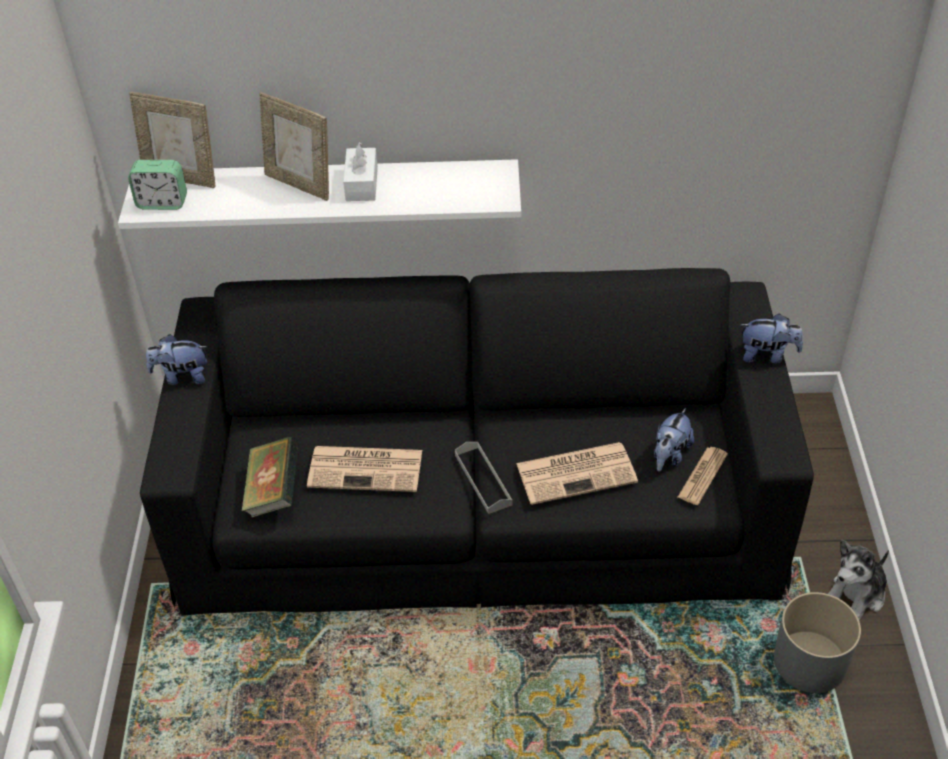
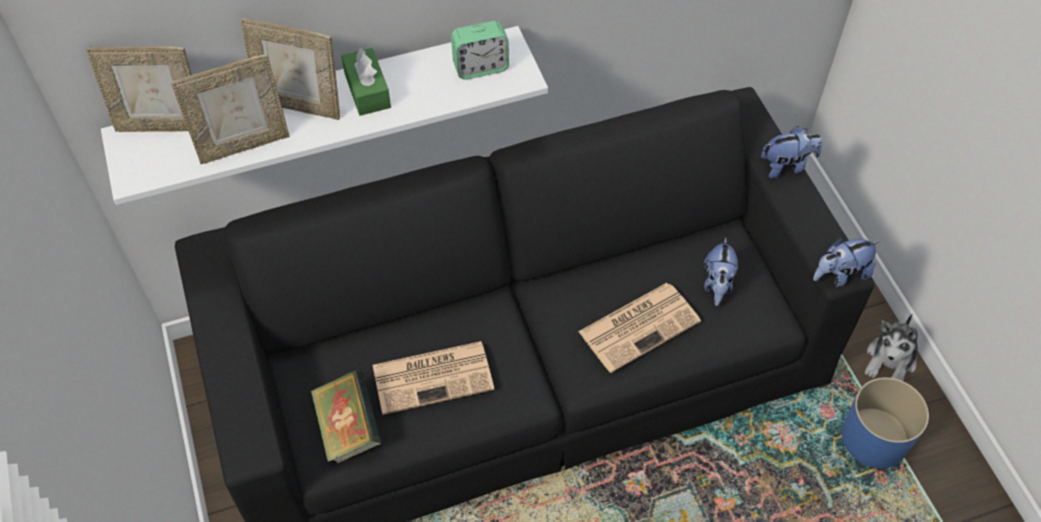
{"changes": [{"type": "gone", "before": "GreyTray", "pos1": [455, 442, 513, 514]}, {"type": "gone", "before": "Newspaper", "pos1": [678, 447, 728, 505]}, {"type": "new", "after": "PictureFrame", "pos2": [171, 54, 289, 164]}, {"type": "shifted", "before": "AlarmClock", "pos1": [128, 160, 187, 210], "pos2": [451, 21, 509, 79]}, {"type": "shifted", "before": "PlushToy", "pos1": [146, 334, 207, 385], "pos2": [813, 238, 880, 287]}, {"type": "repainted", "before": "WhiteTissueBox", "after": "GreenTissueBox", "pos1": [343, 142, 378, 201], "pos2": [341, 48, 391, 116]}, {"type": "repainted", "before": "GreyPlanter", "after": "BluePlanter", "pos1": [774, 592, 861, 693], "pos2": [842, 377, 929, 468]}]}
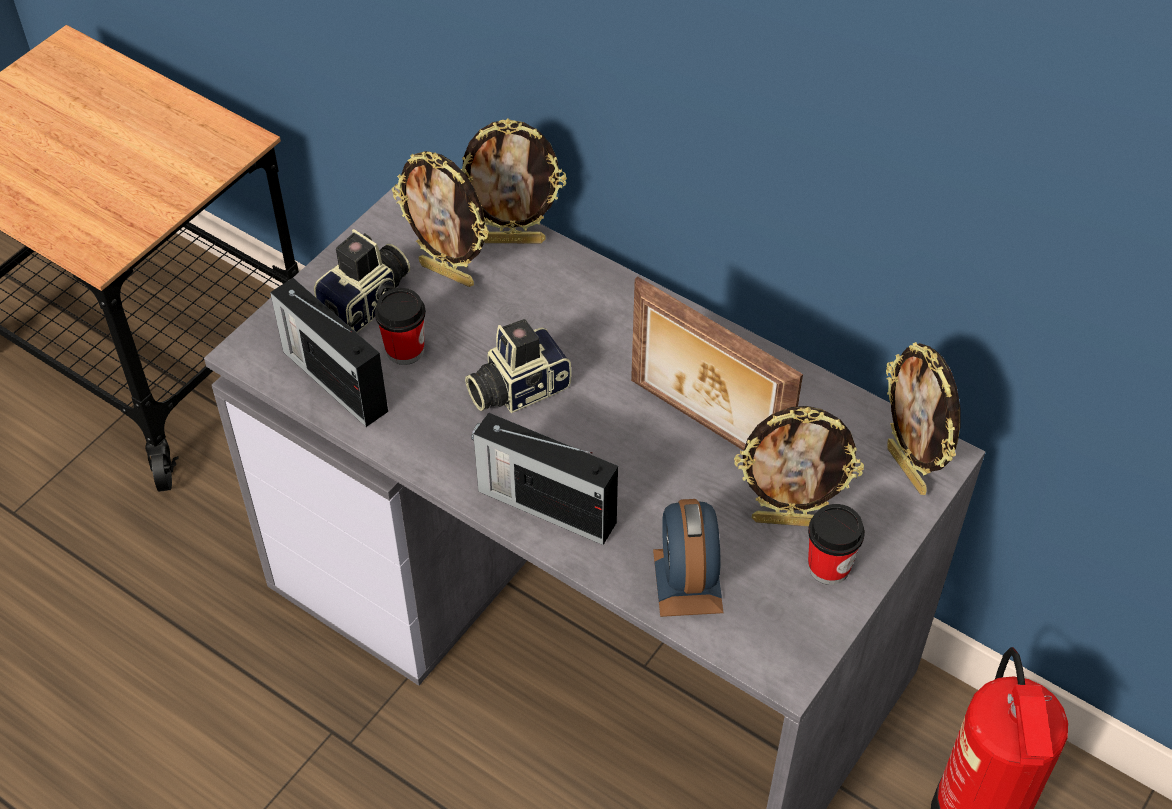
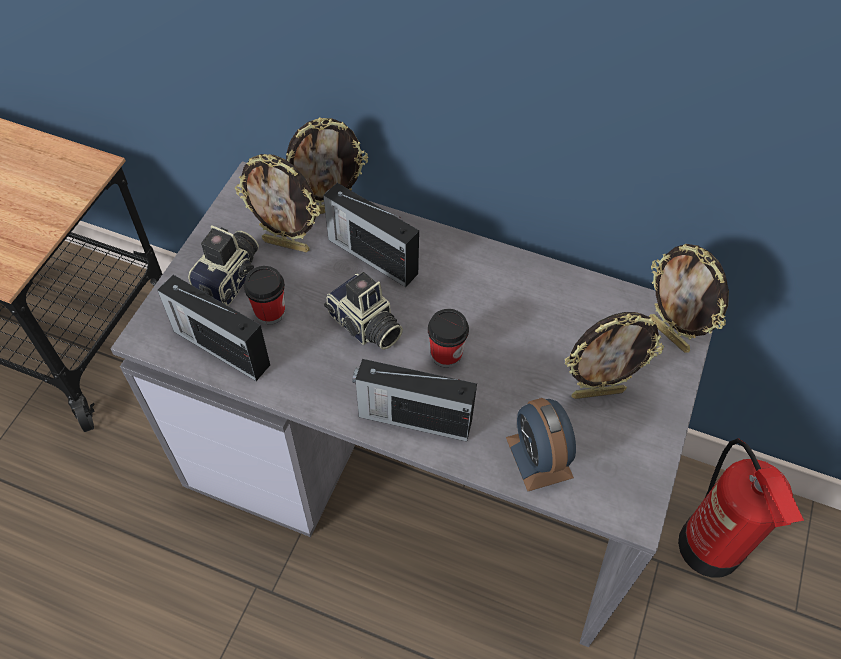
{"changes": [{"type": "gone", "before": "PictureFrame", "pos1": [631, 276, 803, 451]}, {"type": "new", "after": "Radio", "pos2": [323, 183, 419, 287]}, {"type": "shifted", "before": "Cup", "pos1": [808, 504, 865, 585], "pos2": [428, 309, 469, 368]}, {"type": "rotated", "before": "PhotoCamera", "pos1": [465, 319, 572, 413], "pos2": [324, 272, 403, 350], "turn": -90}]}
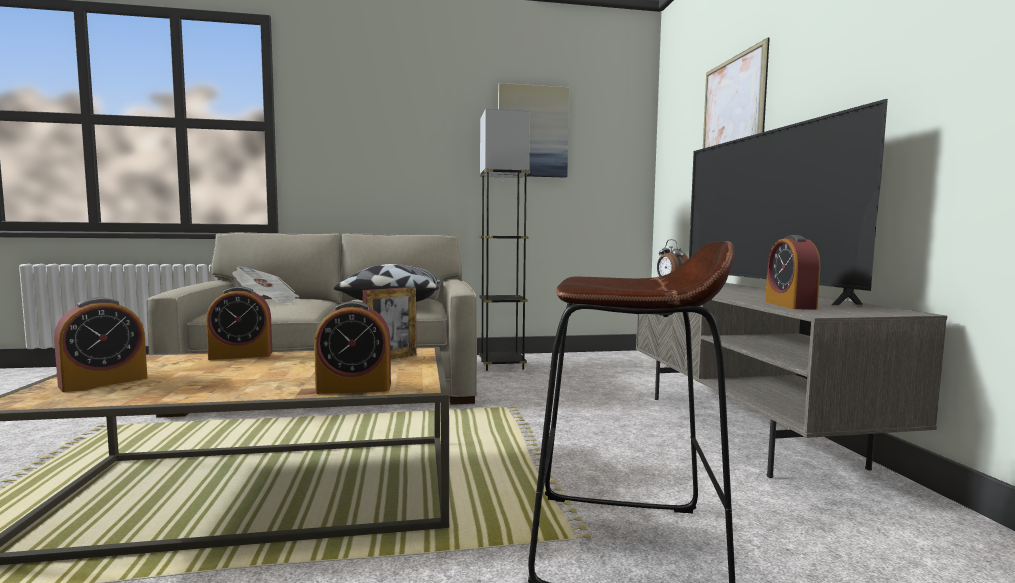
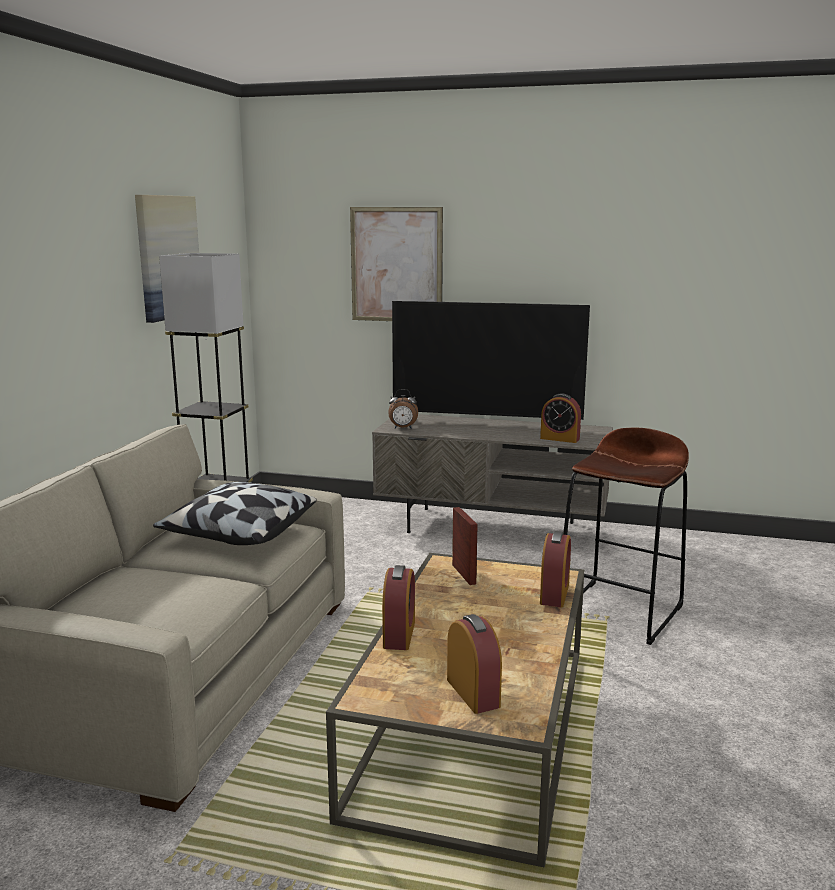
{"changes": [{"type": "gone", "before": "Newspaper", "pos1": [232, 267, 299, 304]}]}
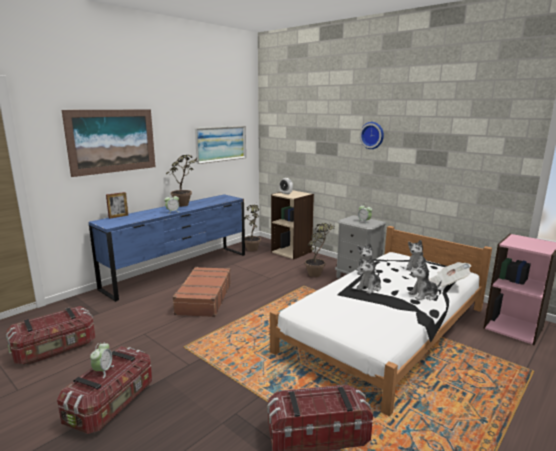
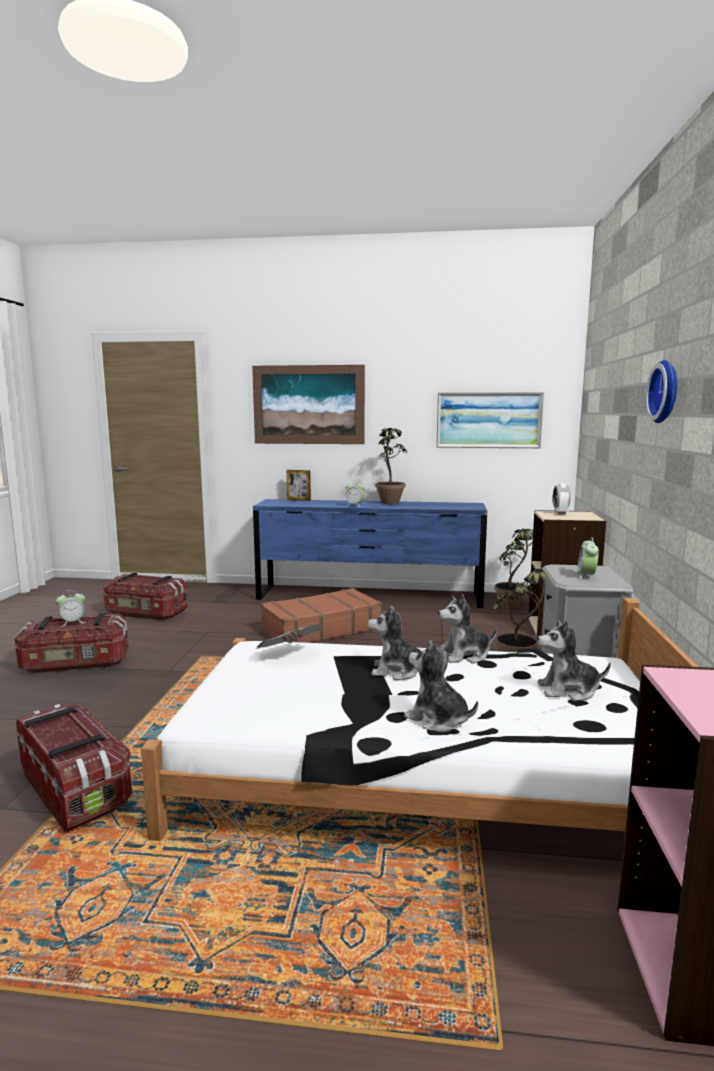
{"changes": [{"type": "shifted", "before": "Newspaper", "pos1": [429, 262, 471, 287], "pos2": [255, 624, 322, 649]}]}
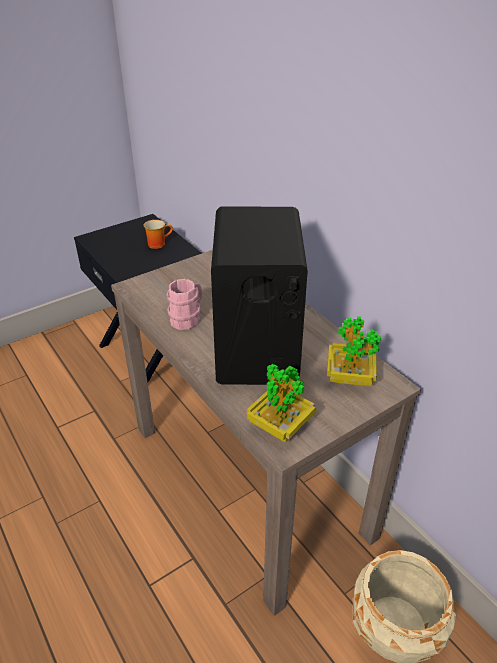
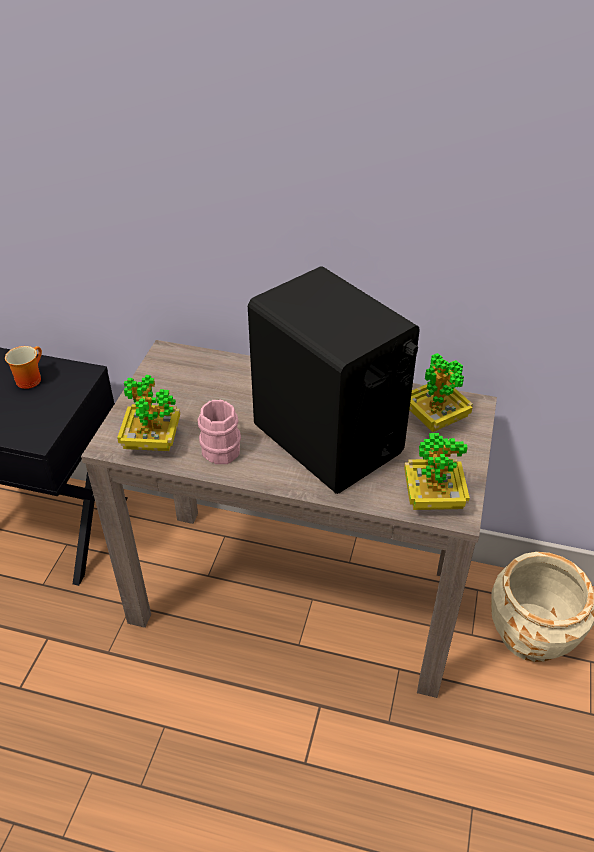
{"changes": [{"type": "new", "after": "PottedPlant", "pos2": [117, 375, 180, 451]}]}
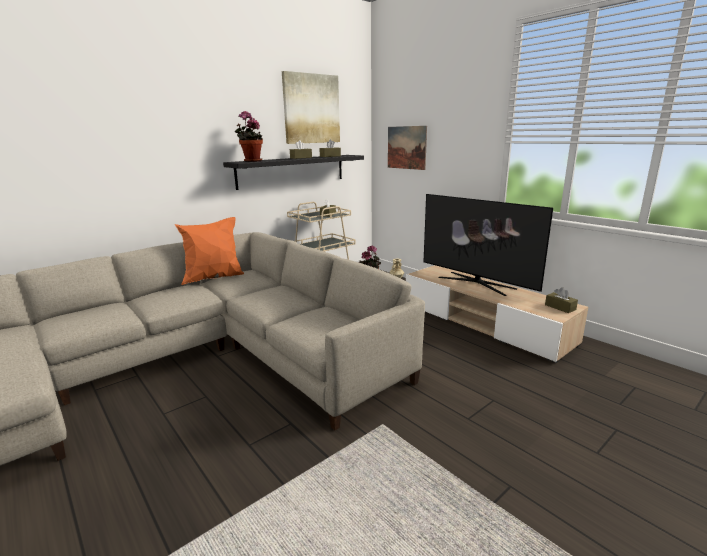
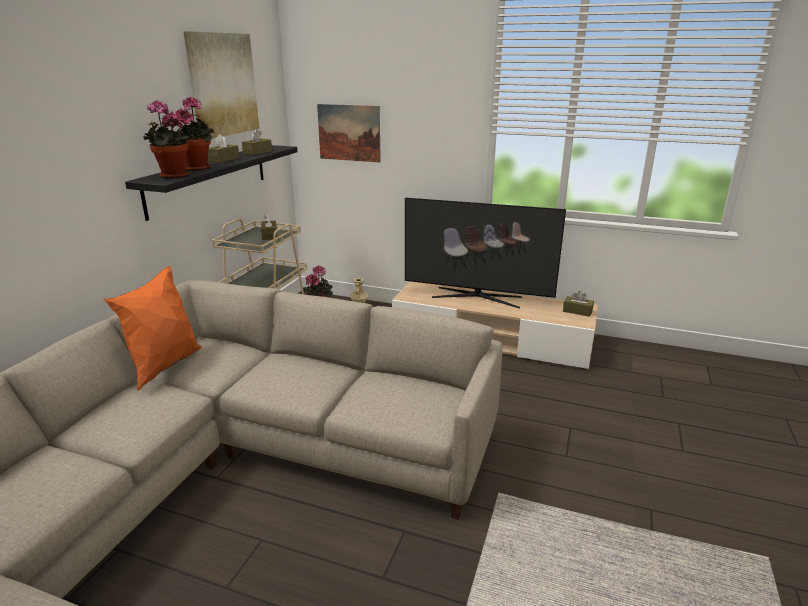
{"changes": [{"type": "new", "after": "PottedPlant", "pos2": [173, 97, 214, 171]}]}
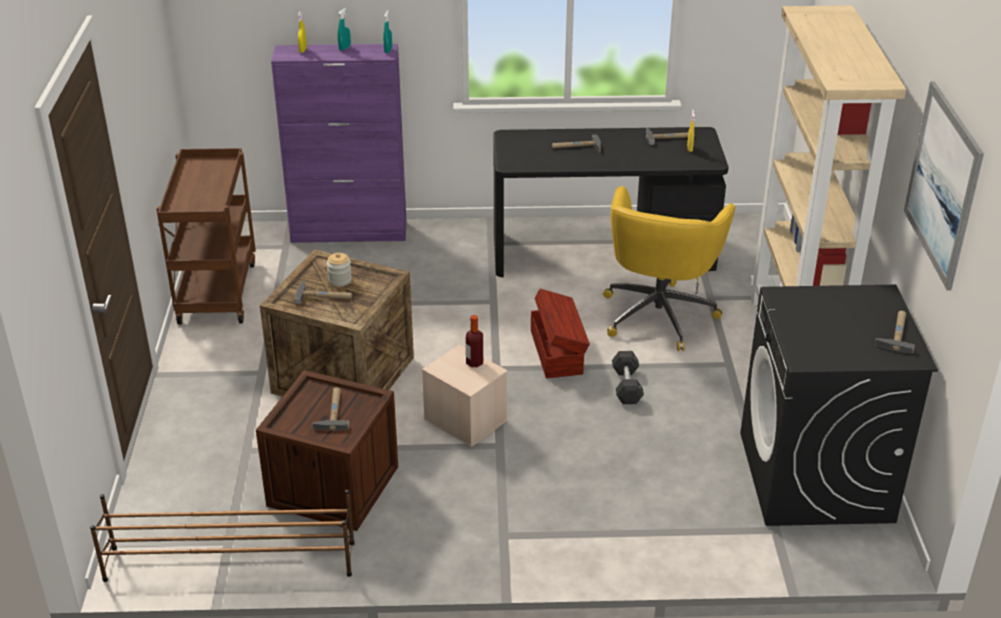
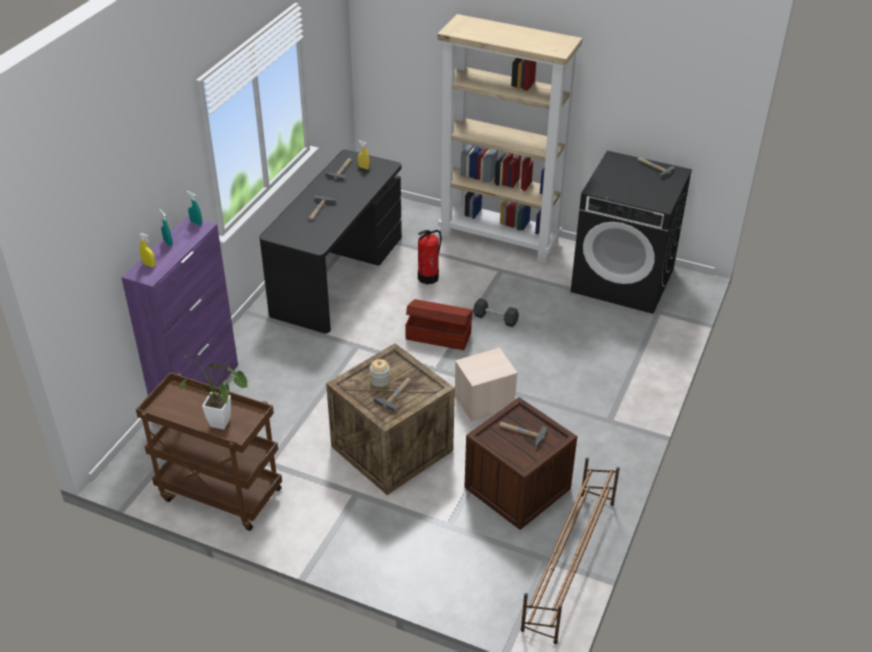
{"changes": [{"type": "gone", "before": "Bottle", "pos1": [466, 315, 483, 367]}, {"type": "gone", "before": "Picture", "pos1": [904, 81, 984, 291]}, {"type": "new", "after": "PottedPlant", "pos2": [178, 353, 248, 430]}, {"type": "swapped", "before": "YellowOfficeChair", "after": "FireExtinguisher", "pos1": [603, 186, 735, 351], "pos2": [418, 230, 441, 284]}]}
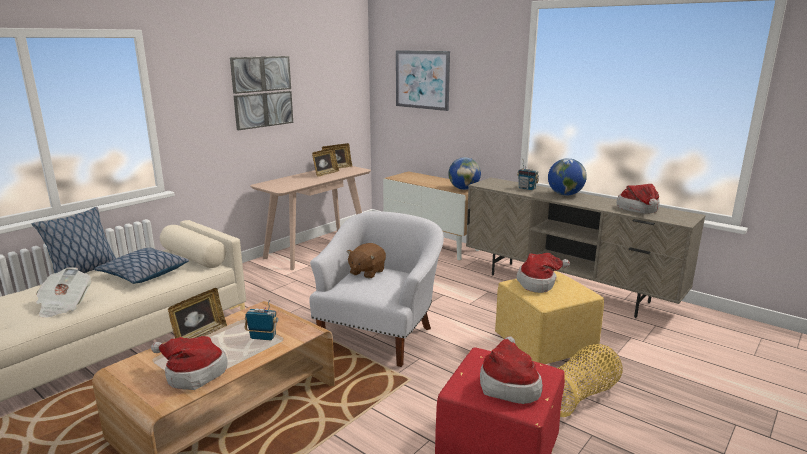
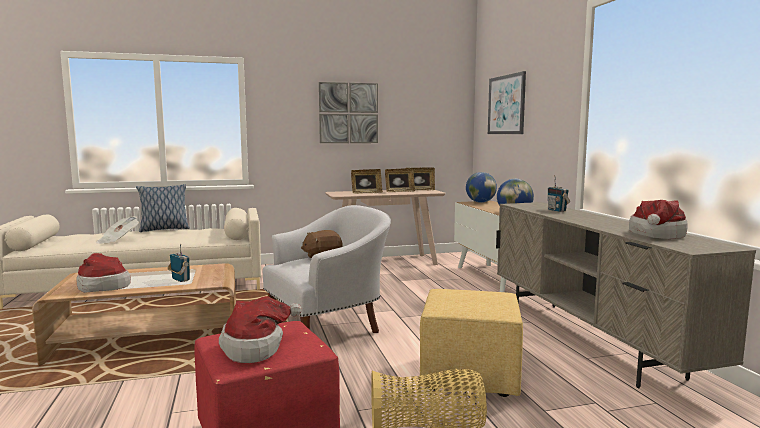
{"changes": [{"type": "gone", "before": "Pillow", "pos1": [94, 248, 189, 284]}, {"type": "gone", "before": "Hat", "pos1": [516, 253, 570, 293]}, {"type": "shifted", "before": "PictureFrame", "pos1": [168, 288, 227, 339], "pos2": [351, 169, 383, 194]}, {"type": "shifted", "before": "Globe", "pos1": [548, 158, 587, 196], "pos2": [466, 172, 497, 203]}]}
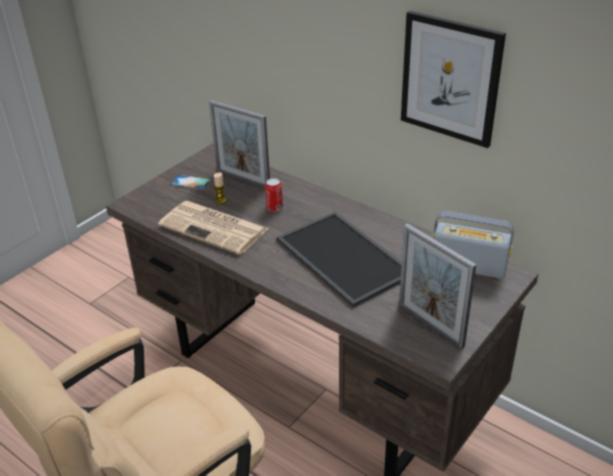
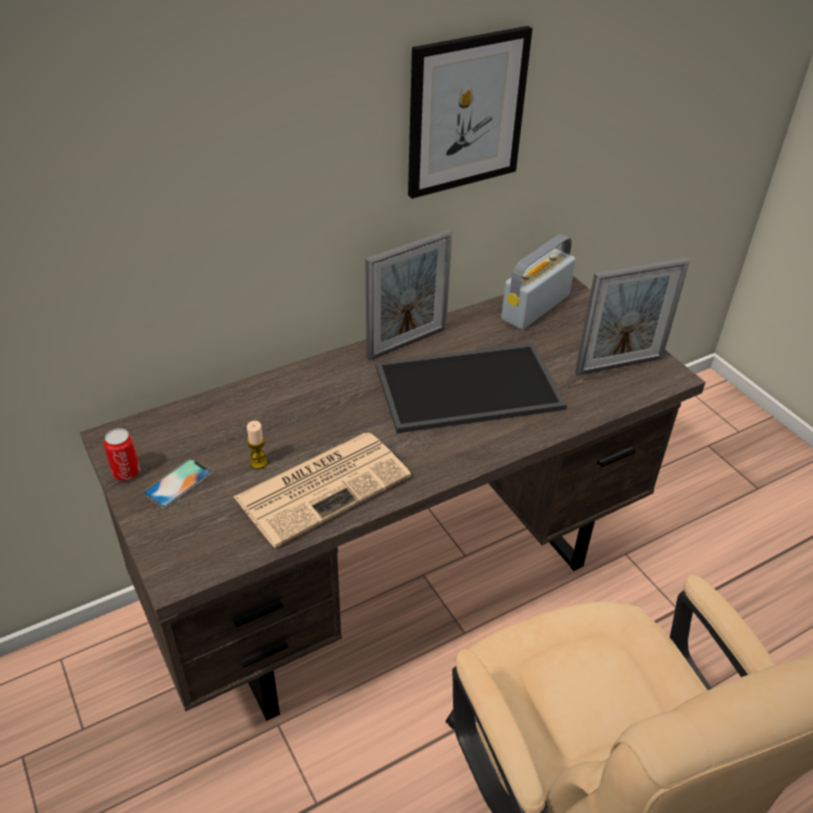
{"changes": [{"type": "shifted", "before": "PictureFrame", "pos1": [209, 100, 270, 188], "pos2": [366, 230, 452, 361]}, {"type": "shifted", "before": "Can", "pos1": [265, 178, 283, 212], "pos2": [104, 428, 140, 481]}]}
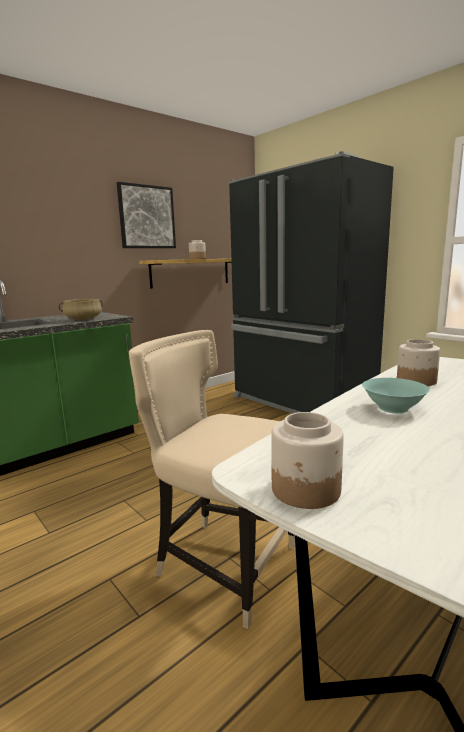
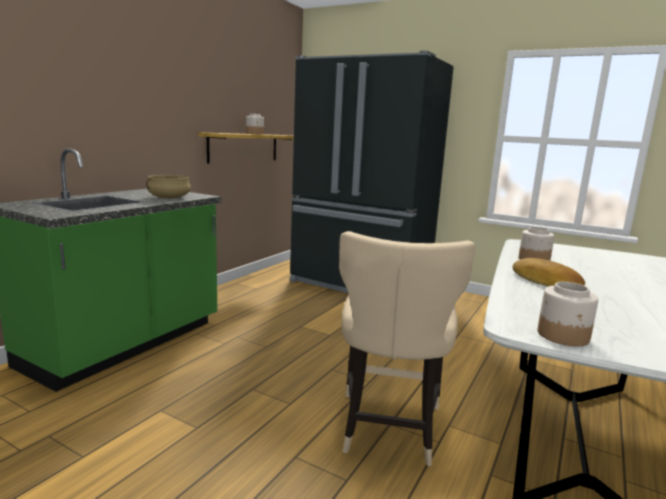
{"changes": [{"type": "gone", "before": "Picture", "pos1": [117, 182, 176, 248]}, {"type": "swapped", "before": "TurquoiseBowl", "after": "Bread", "pos1": [362, 378, 430, 414], "pos2": [513, 258, 585, 287]}, {"type": "rotated", "before": "BeigeChair", "pos1": [129, 330, 295, 629], "pos2": [339, 231, 475, 466], "turn": -90}]}
